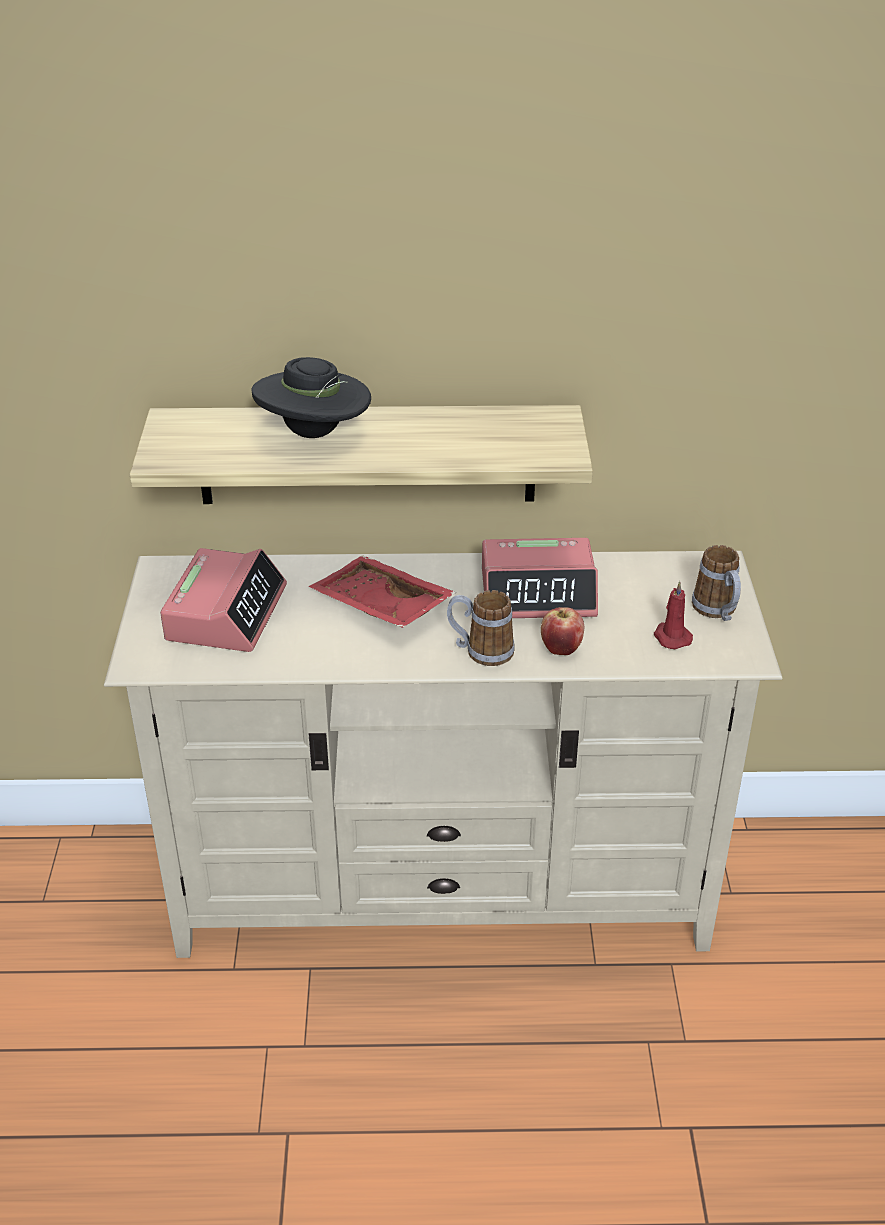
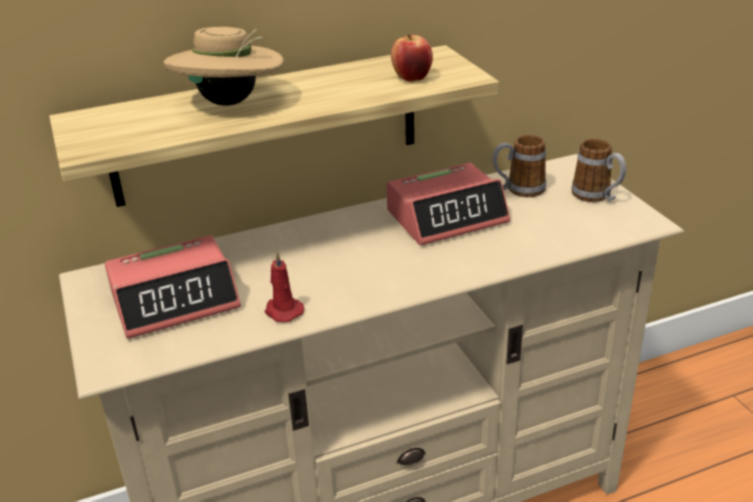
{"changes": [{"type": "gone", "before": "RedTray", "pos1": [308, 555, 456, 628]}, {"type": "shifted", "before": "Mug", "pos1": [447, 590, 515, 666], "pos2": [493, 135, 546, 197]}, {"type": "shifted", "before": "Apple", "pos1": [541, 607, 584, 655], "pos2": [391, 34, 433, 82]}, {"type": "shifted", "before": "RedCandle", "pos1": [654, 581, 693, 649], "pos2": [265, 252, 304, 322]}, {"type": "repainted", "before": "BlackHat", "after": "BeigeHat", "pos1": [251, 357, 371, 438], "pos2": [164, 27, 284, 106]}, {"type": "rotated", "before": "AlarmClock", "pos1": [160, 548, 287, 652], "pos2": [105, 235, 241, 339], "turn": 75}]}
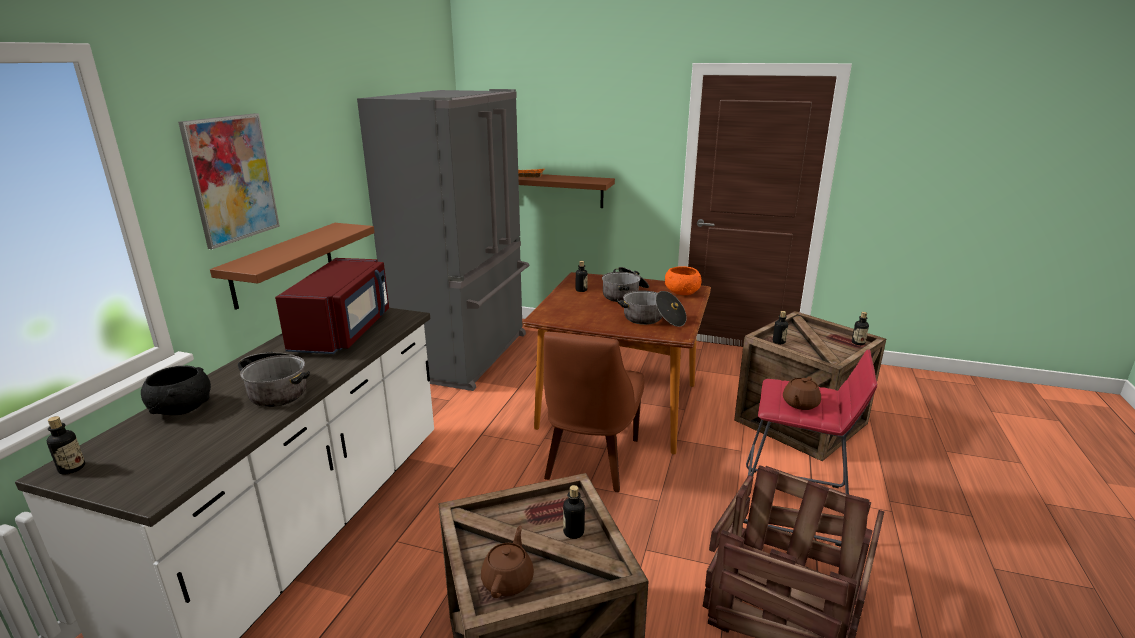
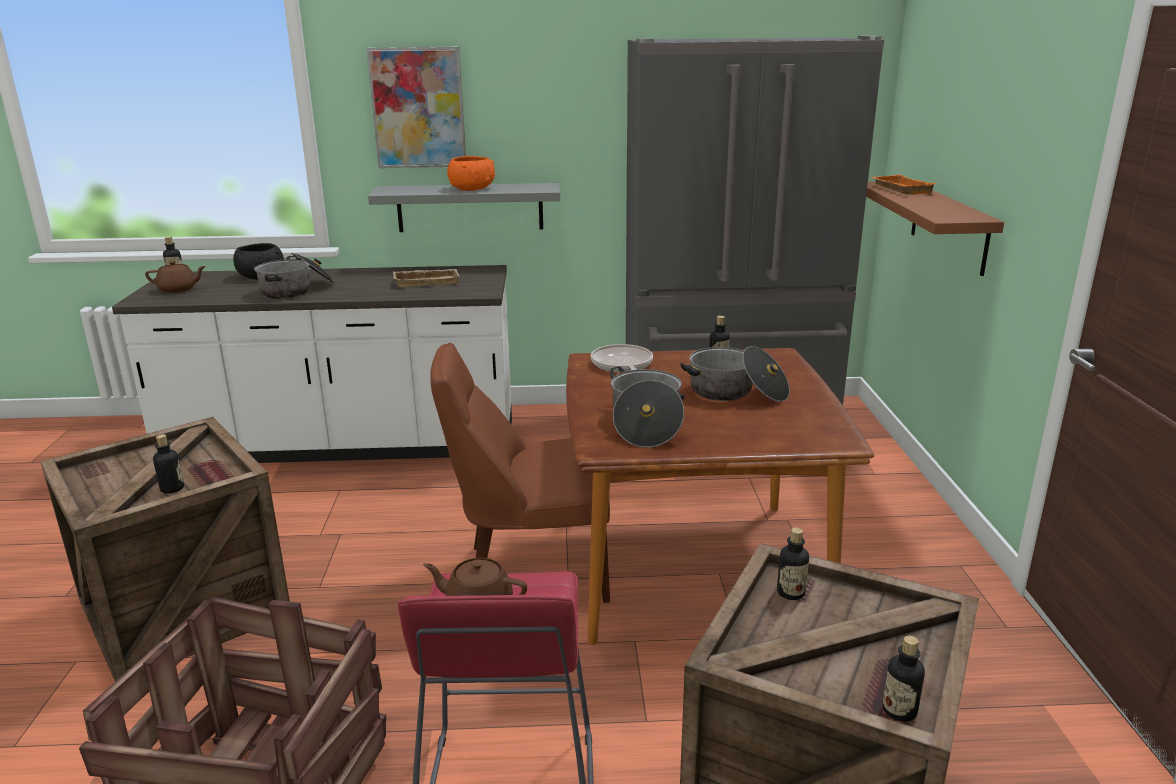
{"changes": [{"type": "new", "after": "FryingPan", "pos2": [591, 344, 653, 372]}, {"type": "shifted", "before": "BrownTeapot", "pos1": [481, 526, 534, 598], "pos2": [145, 261, 206, 293]}, {"type": "shifted", "before": "OrangeBowl", "pos1": [665, 266, 702, 295], "pos2": [447, 156, 495, 191]}, {"type": "swapped", "before": "RedMicrowave", "after": "BeigeTray", "pos1": [275, 258, 389, 354], "pos2": [393, 269, 459, 287]}, {"type": "repainted", "before": "BrownShelf", "after": "GreyShelf", "pos1": [210, 223, 375, 310], "pos2": [368, 183, 560, 232]}]}
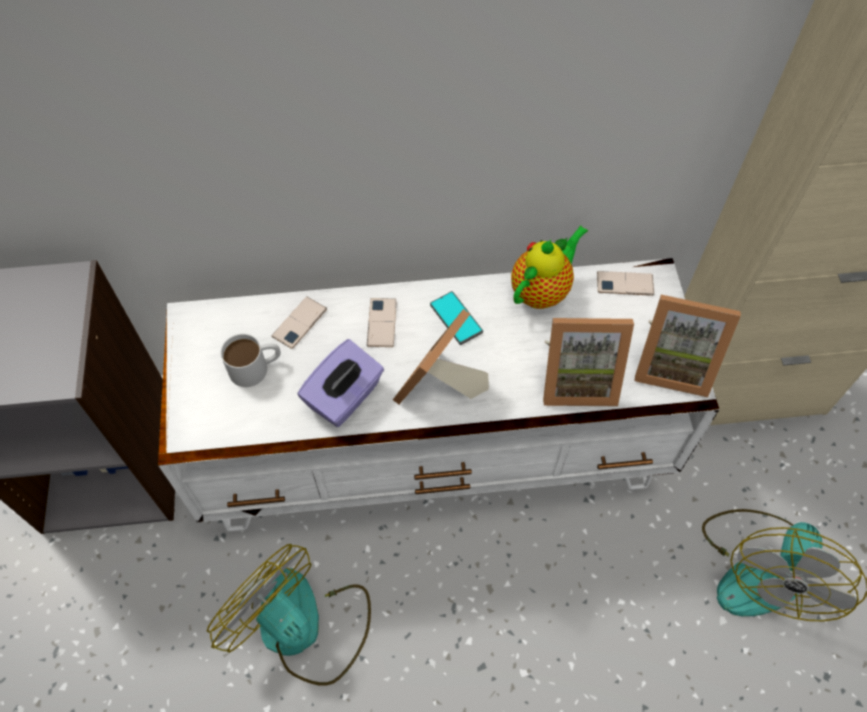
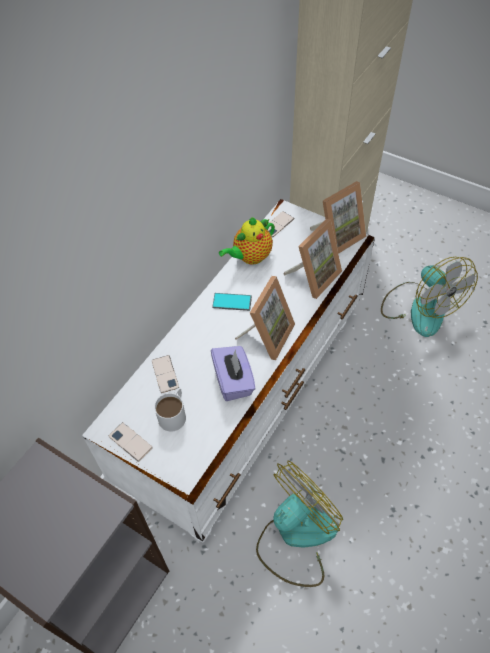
{"changes": [{"type": "shifted", "before": "Phone", "pos1": [367, 298, 397, 347], "pos2": [109, 422, 153, 462]}, {"type": "rotated", "before": "Fan", "pos1": [207, 544, 371, 686], "pos2": [256, 460, 343, 587], "turn": 150}, {"type": "rotated", "before": "PictureFrame", "pos1": [393, 309, 489, 404], "pos2": [235, 276, 295, 360], "turn": -135}, {"type": "rotated", "before": "Teapot", "pos1": [511, 225, 588, 309], "pos2": [219, 217, 275, 265], "turn": -120}]}
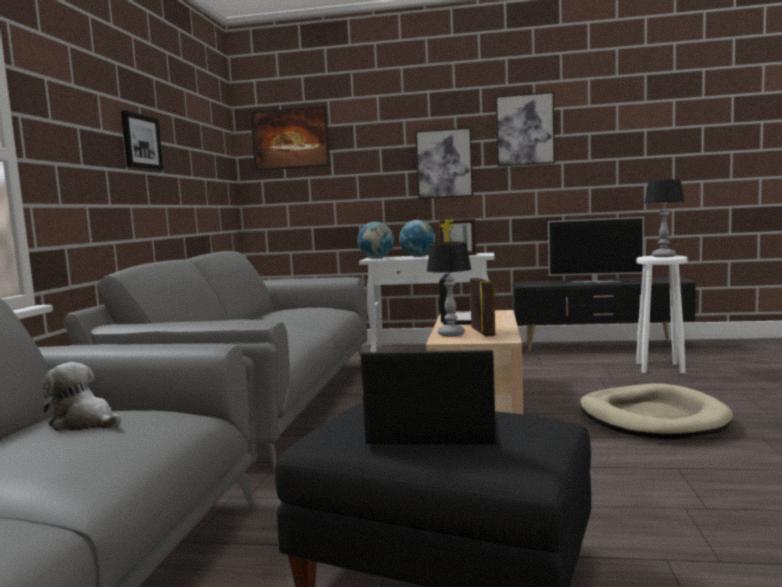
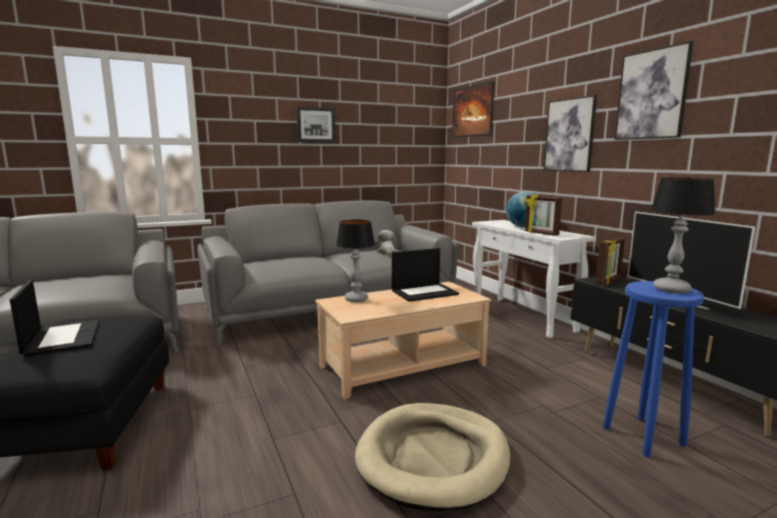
{"changes": [{"type": "gone", "before": "Globe", "pos1": [357, 222, 394, 258]}, {"type": "shifted", "before": "PlushToy", "pos1": [42, 362, 121, 431], "pos2": [375, 230, 397, 256]}, {"type": "shifted", "before": "PictureFrame", "pos1": [470, 278, 496, 337], "pos2": [596, 237, 625, 285]}, {"type": "repainted", "before": "WhiteStool", "after": "BlueStool", "pos1": [636, 255, 688, 373], "pos2": [603, 281, 704, 458]}]}
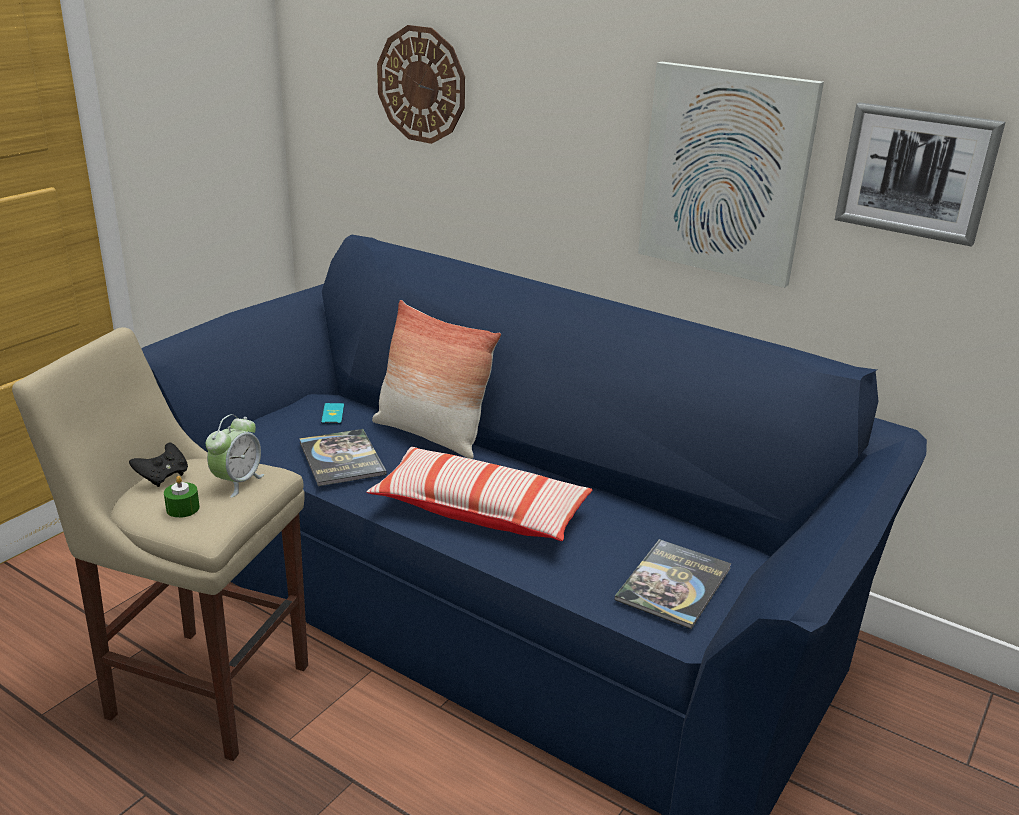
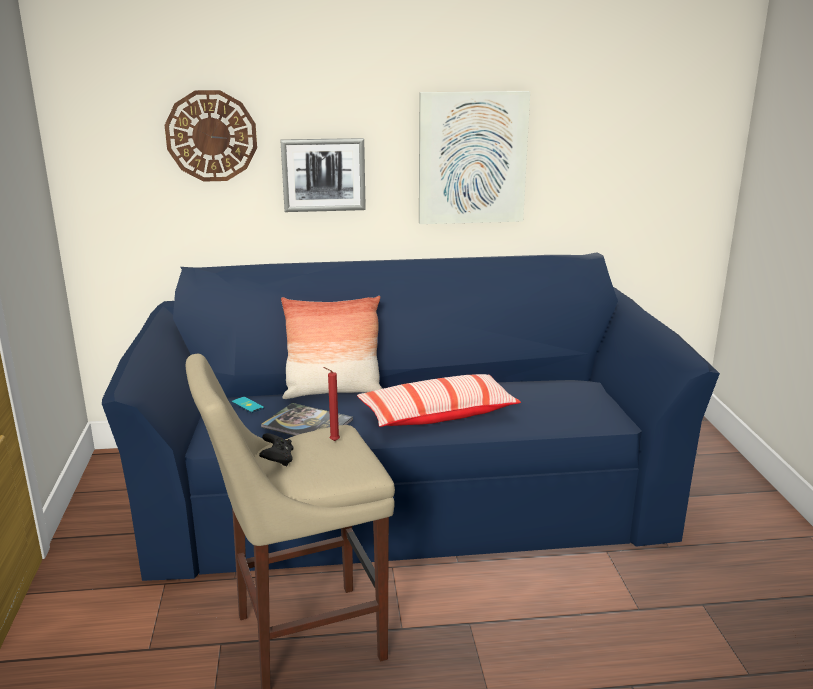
{"changes": [{"type": "gone", "before": "GreenCandle", "pos1": [164, 476, 200, 518]}, {"type": "gone", "before": "Book", "pos1": [615, 539, 732, 629]}, {"type": "shifted", "before": "Picture", "pos1": [835, 102, 1005, 247], "pos2": [280, 138, 366, 212]}, {"type": "swapped", "before": "AlarmClock", "after": "RedCandle", "pos1": [206, 414, 264, 498], "pos2": [323, 367, 340, 441]}]}
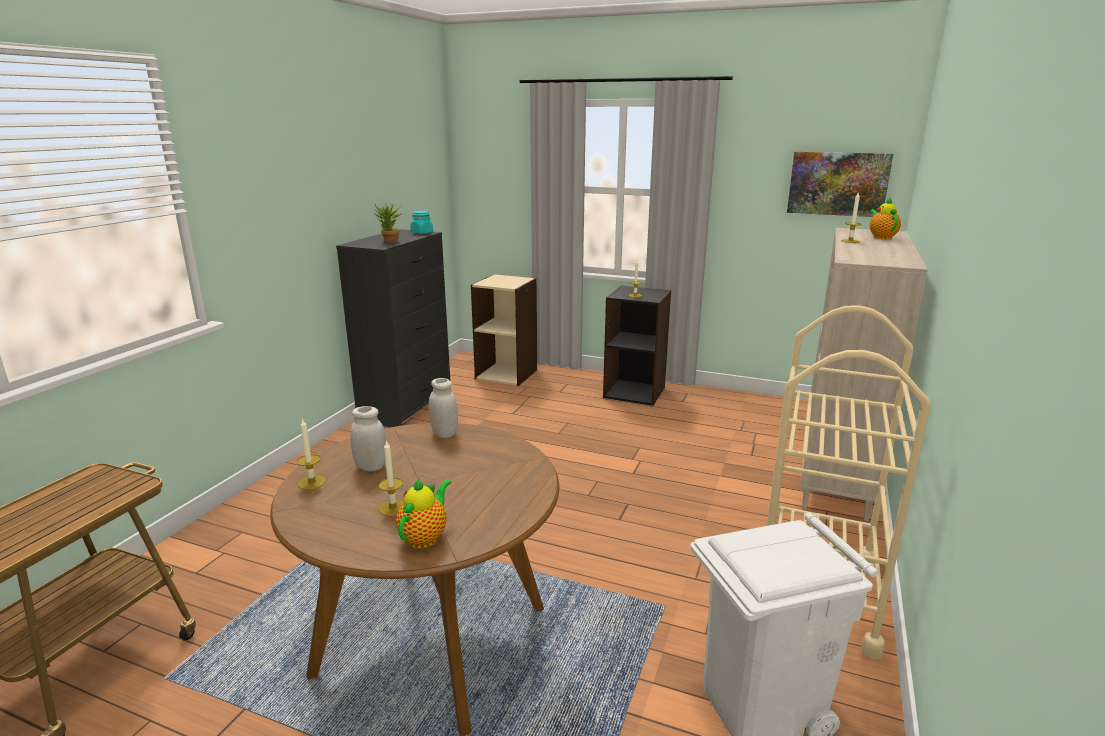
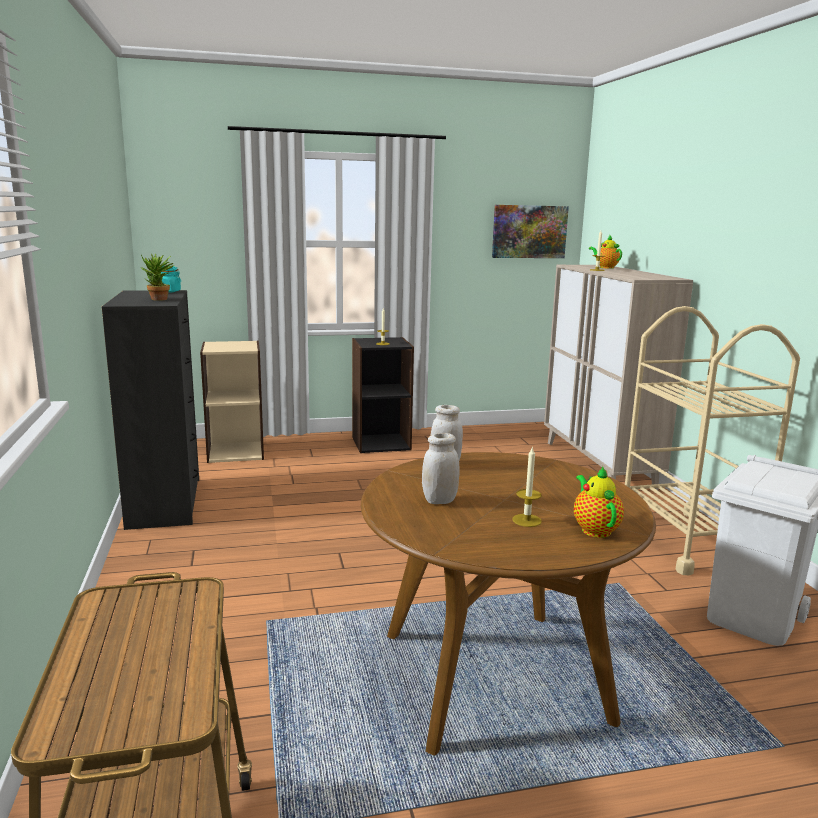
{"changes": [{"type": "gone", "before": "Candle", "pos1": [297, 418, 326, 490]}]}
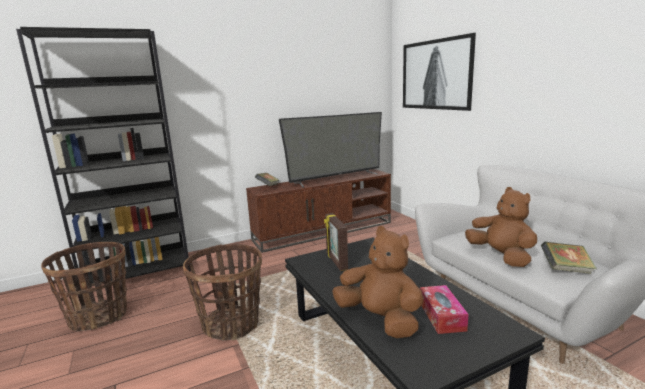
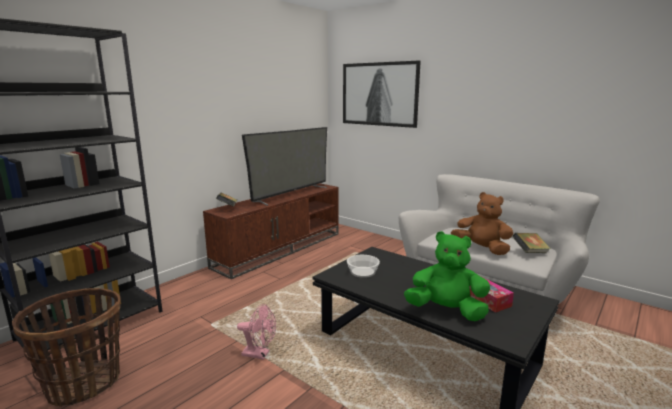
{"changes": [{"type": "swapped", "before": "Basket", "after": "PinkFan", "pos1": [183, 244, 262, 341], "pos2": [237, 304, 276, 360]}, {"type": "swapped", "before": "PictureFrame", "after": "Bowl", "pos1": [324, 213, 348, 271], "pos2": [347, 255, 380, 278]}, {"type": "repainted", "before": "BrownPlushToy", "after": "GreenPlushToy", "pos1": [332, 226, 423, 338], "pos2": [404, 231, 490, 321]}]}
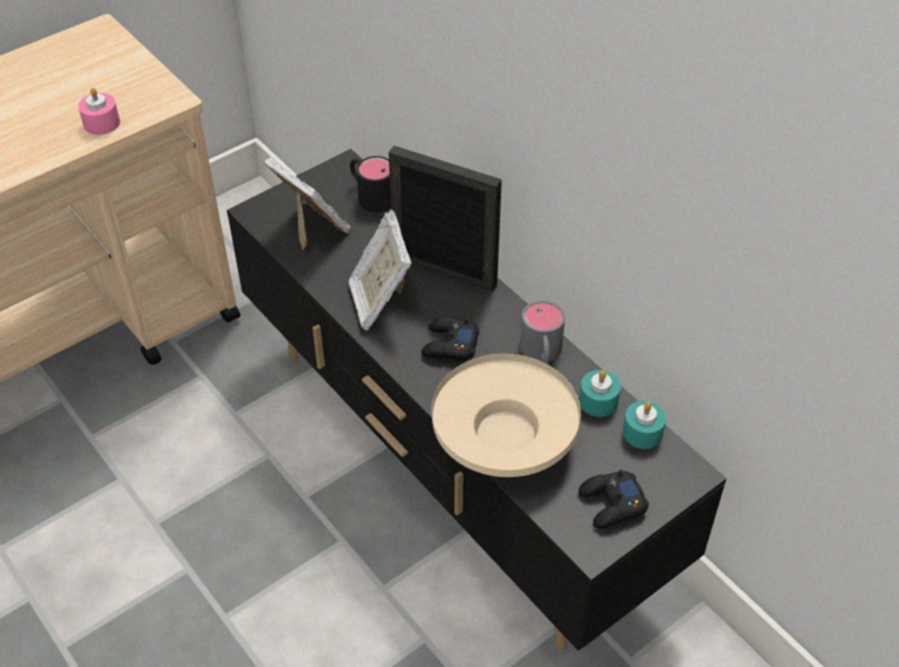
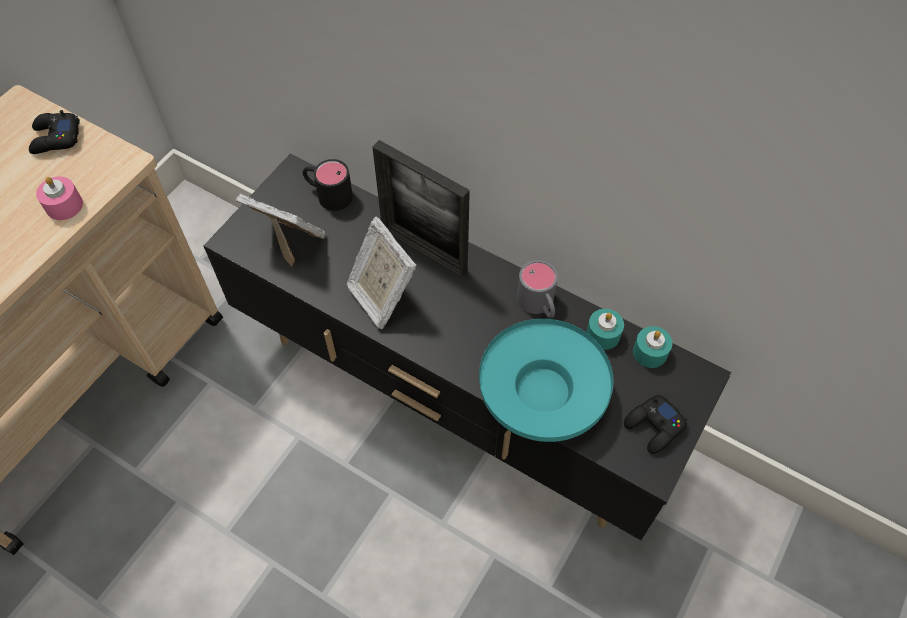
{"changes": [{"type": "shifted", "before": "BlackGameController", "pos1": [421, 316, 480, 360], "pos2": [29, 110, 80, 154]}, {"type": "repainted", "before": "BeigeBowl", "after": "TurquoiseBowl", "pos1": [431, 354, 581, 477], "pos2": [479, 319, 613, 442]}, {"type": "rotated", "before": "PictureFrame", "pos1": [388, 146, 502, 292], "pos2": [372, 140, 470, 277], "turn": -150}]}
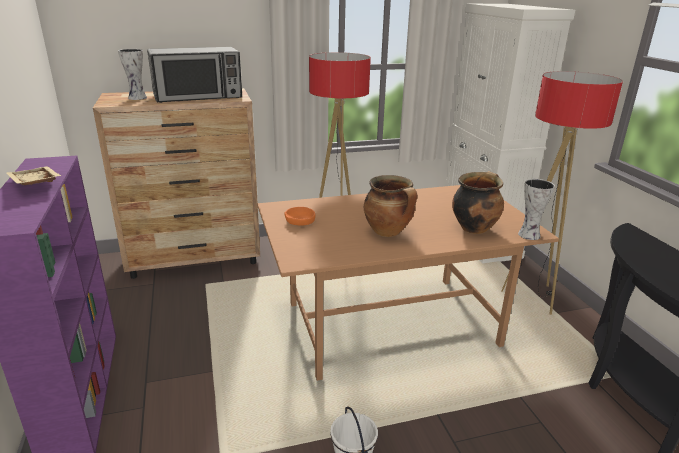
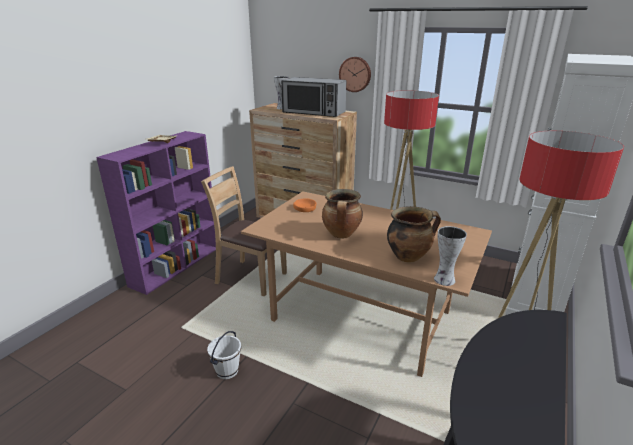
{"changes": [{"type": "new", "after": "BrownChair", "pos2": [201, 166, 287, 296]}, {"type": "new", "after": "WallClock", "pos2": [339, 57, 371, 92]}]}
